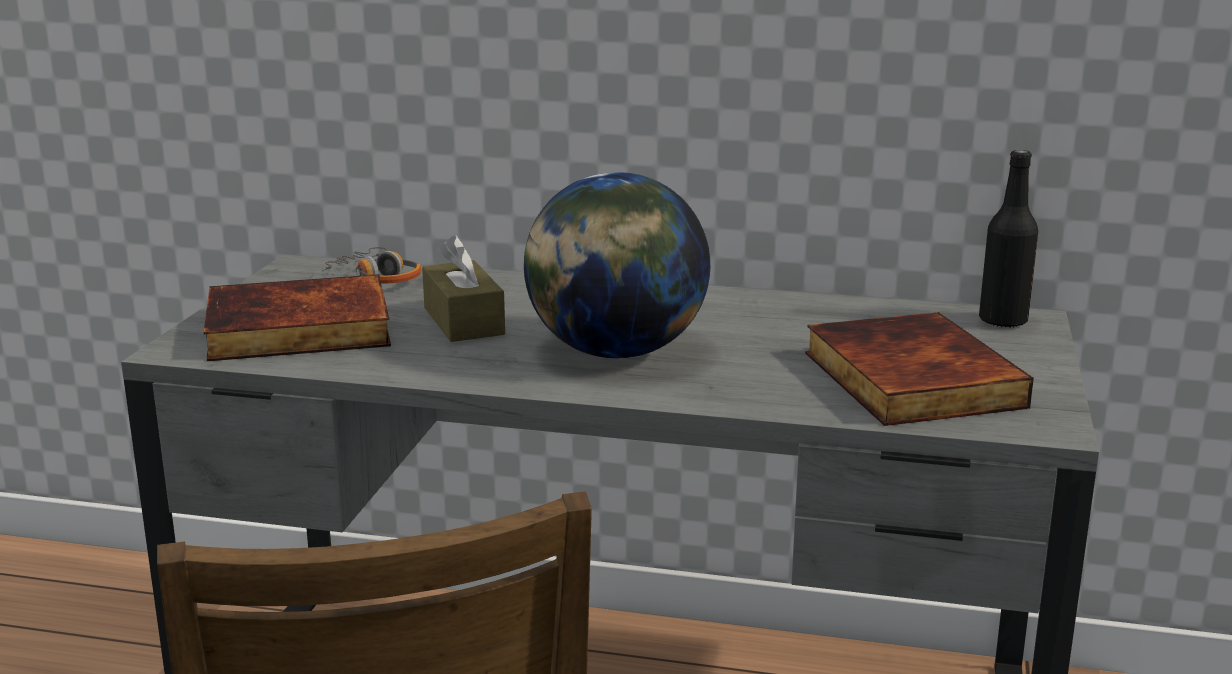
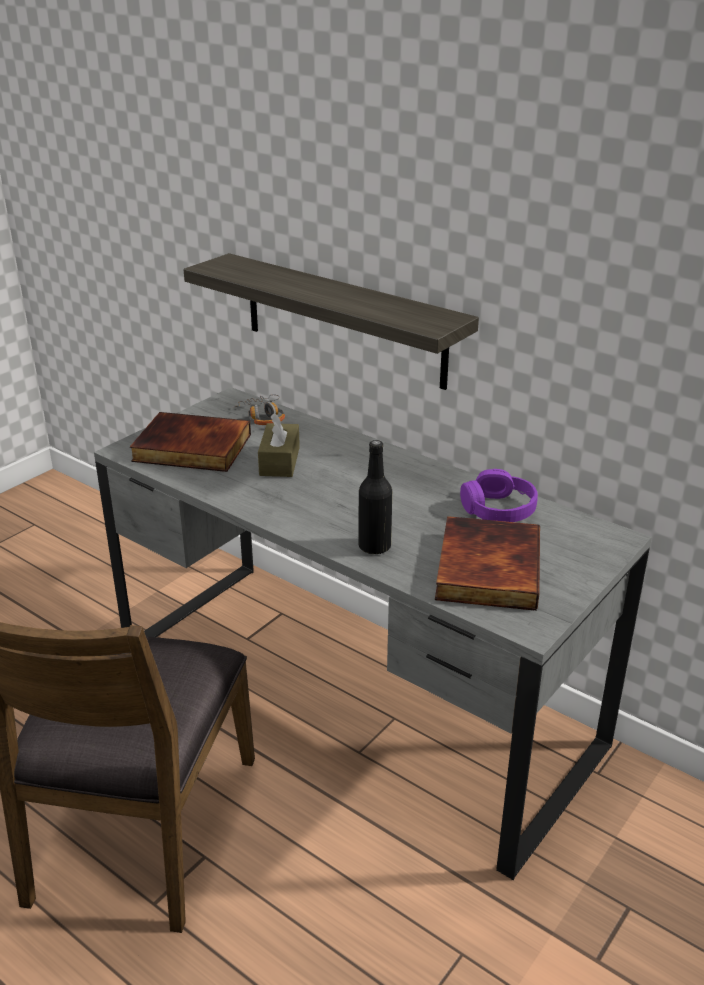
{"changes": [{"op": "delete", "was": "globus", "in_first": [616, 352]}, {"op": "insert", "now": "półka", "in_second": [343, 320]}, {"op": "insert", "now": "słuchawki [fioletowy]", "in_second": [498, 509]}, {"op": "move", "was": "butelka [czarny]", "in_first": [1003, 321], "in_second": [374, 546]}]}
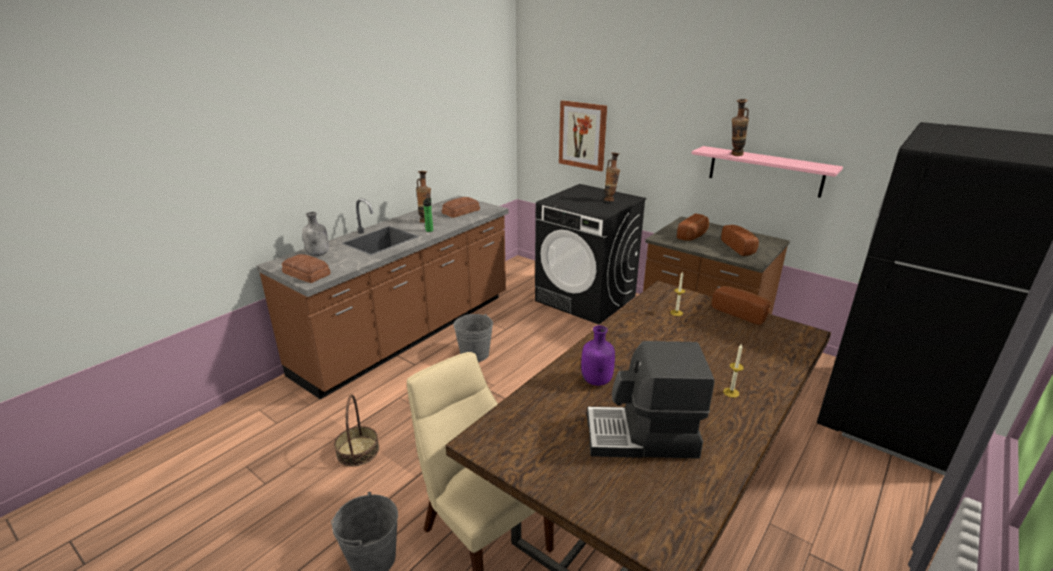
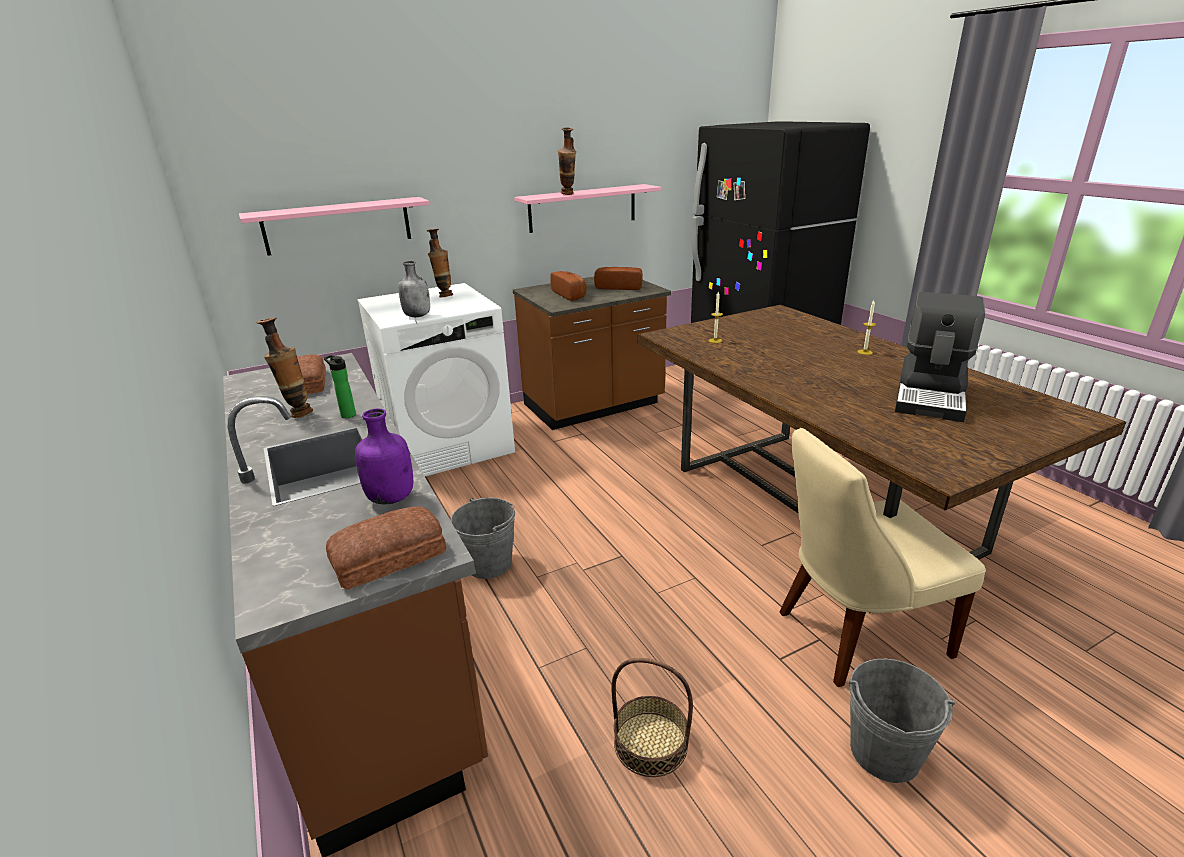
{"changes": [{"op": "delete", "was": "chleb", "in_first": [740, 313]}, {"op": "move", "was": "butelka [szary]", "in_first": [319, 254], "in_second": [417, 316]}, {"op": "move", "was": "butelka [fioletowy]", "in_first": [597, 381], "in_second": [392, 497]}, {"op": "replace", "was": "obraz", "now": "półka [różowy]", "in_first": [582, 135], "in_second": [338, 225]}, {"op": "recolor", "was": "pralka [czarny]", "now": "pralka [biały]", "in_first": [586, 299], "in_second": [449, 444]}]}
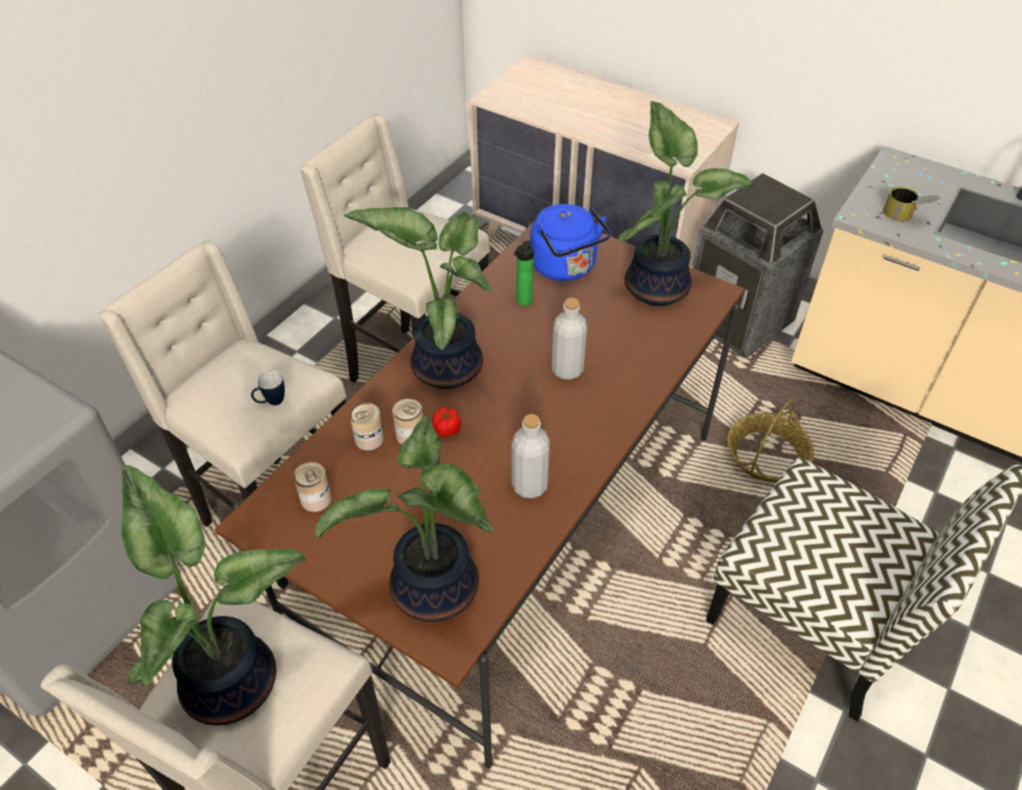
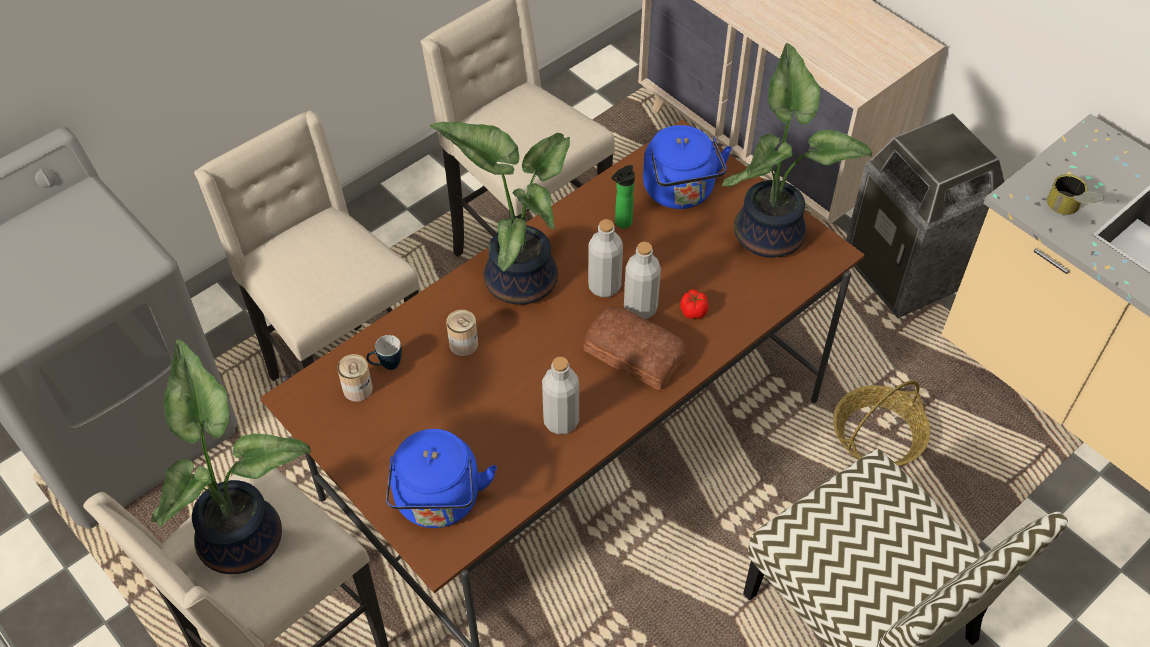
{"changes": [{"op": "delete", "was": "puszka", "in_first": [369, 439]}, {"op": "insert", "now": "chleb", "in_second": [634, 352]}, {"op": "insert", "now": "butelka [szary]", "in_second": [604, 286]}, {"op": "move", "was": "kubek", "in_first": [271, 402], "in_second": [386, 365]}, {"op": "move", "was": "pomidor", "in_first": [446, 429], "in_second": [693, 311]}, {"op": "replace", "was": "roślina doniczkowa", "now": "czajnik [niebieski]", "in_first": [433, 592], "in_second": [438, 502]}]}
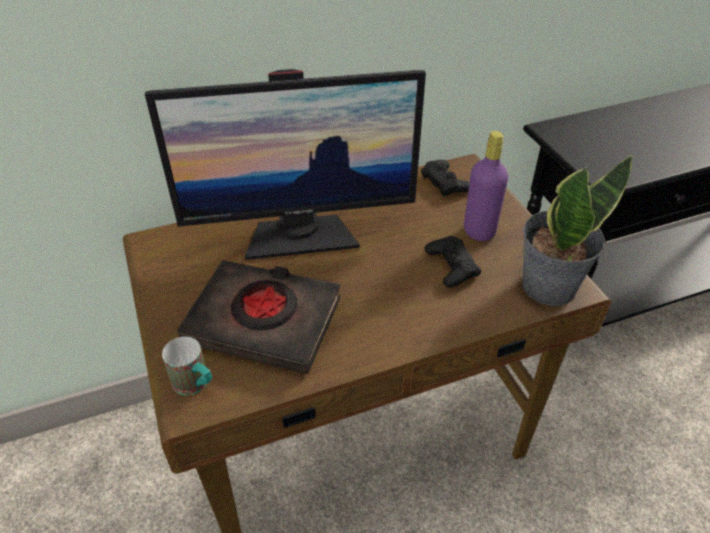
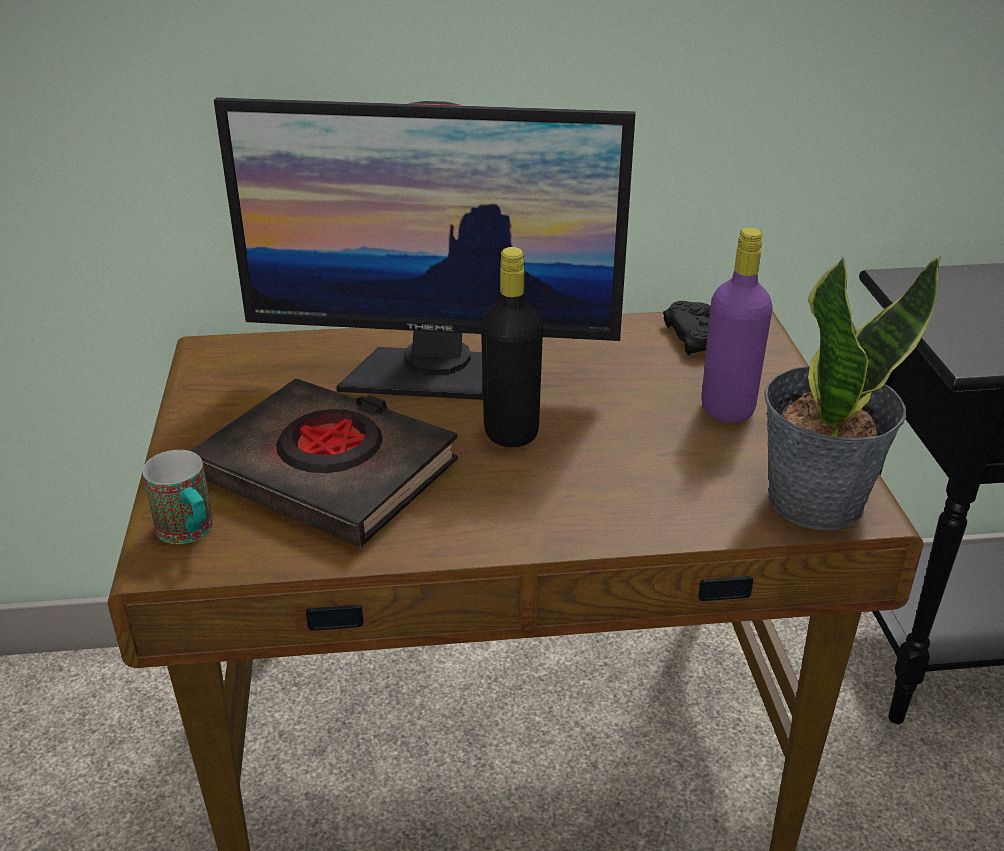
{"changes": [{"op": "delete", "was": "pad do gier [czarny]", "in_first": [451, 266]}, {"op": "insert", "now": "butelka [czarny]", "in_second": [511, 433]}]}
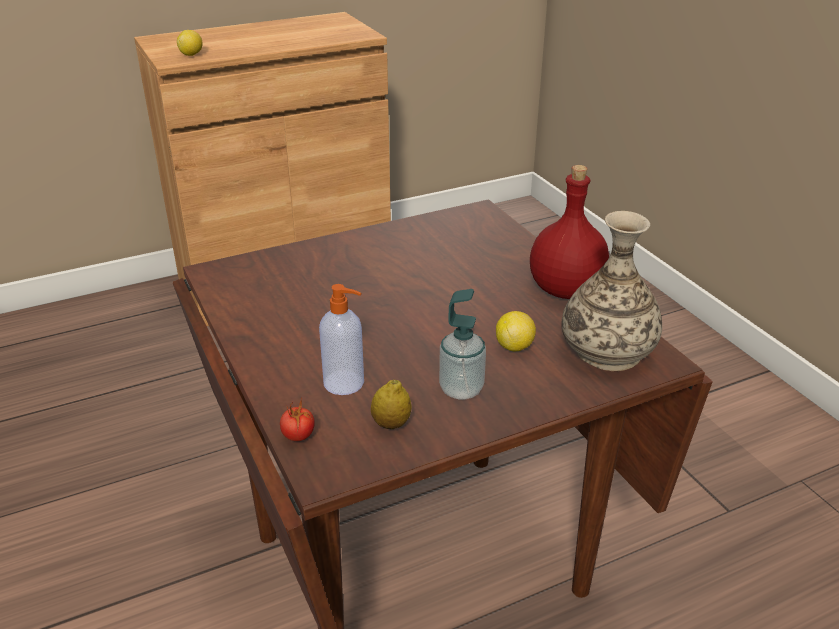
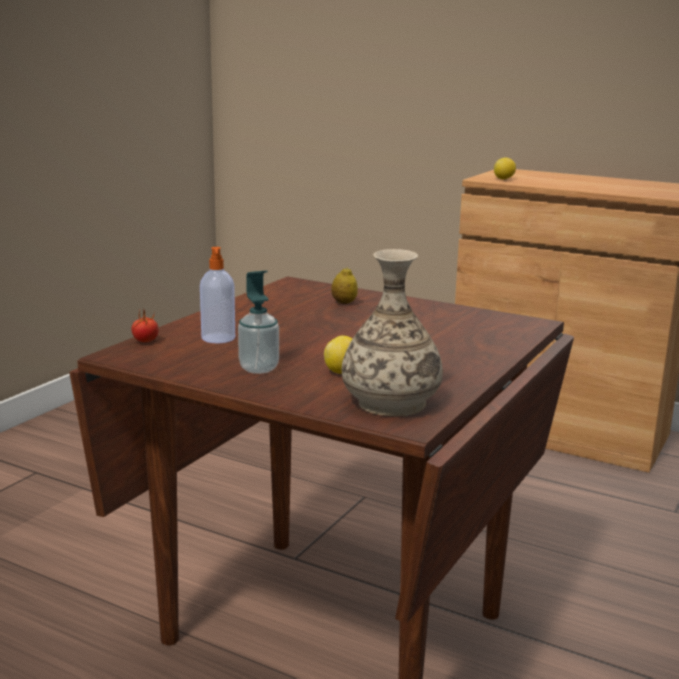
{"changes": [{"op": "delete", "was": "butelka [czerwony]", "in_first": [566, 289]}, {"op": "move", "was": "cytryna", "in_first": [391, 424], "in_second": [344, 303]}]}
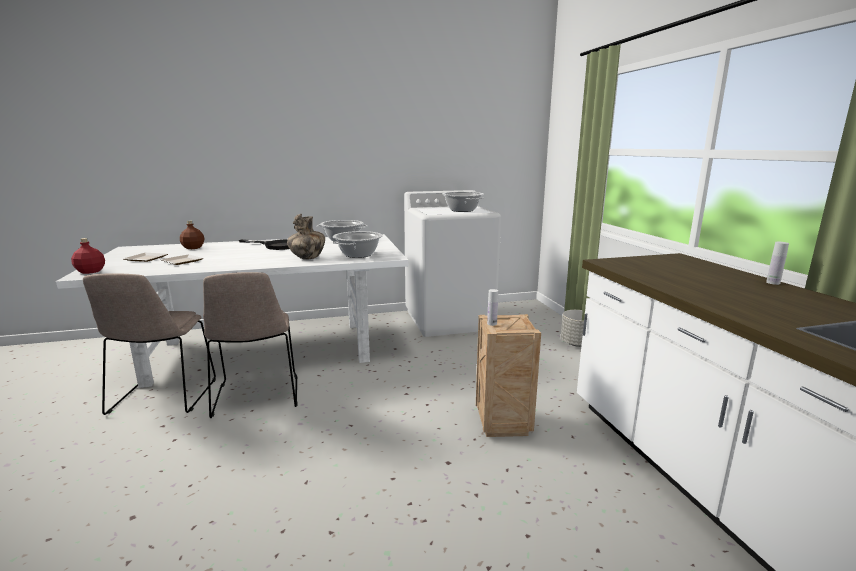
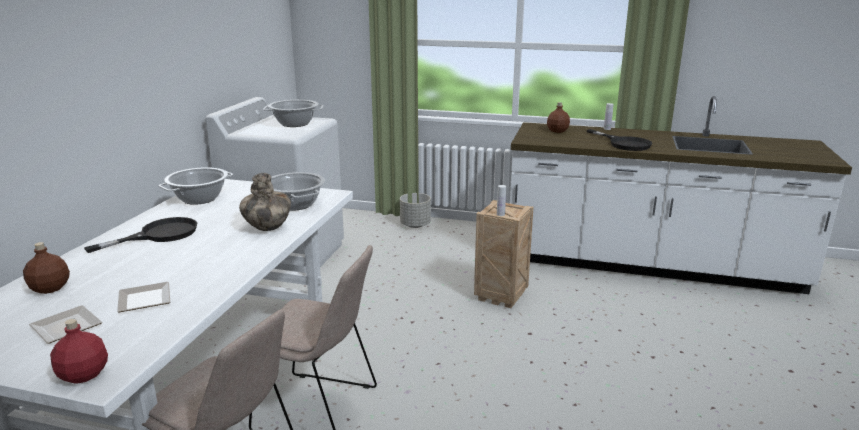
{"changes": [{"op": "insert", "now": "butelka [brązowy]", "in_second": [557, 131]}, {"op": "insert", "now": "patelnia [czarny]", "in_second": [624, 143]}]}
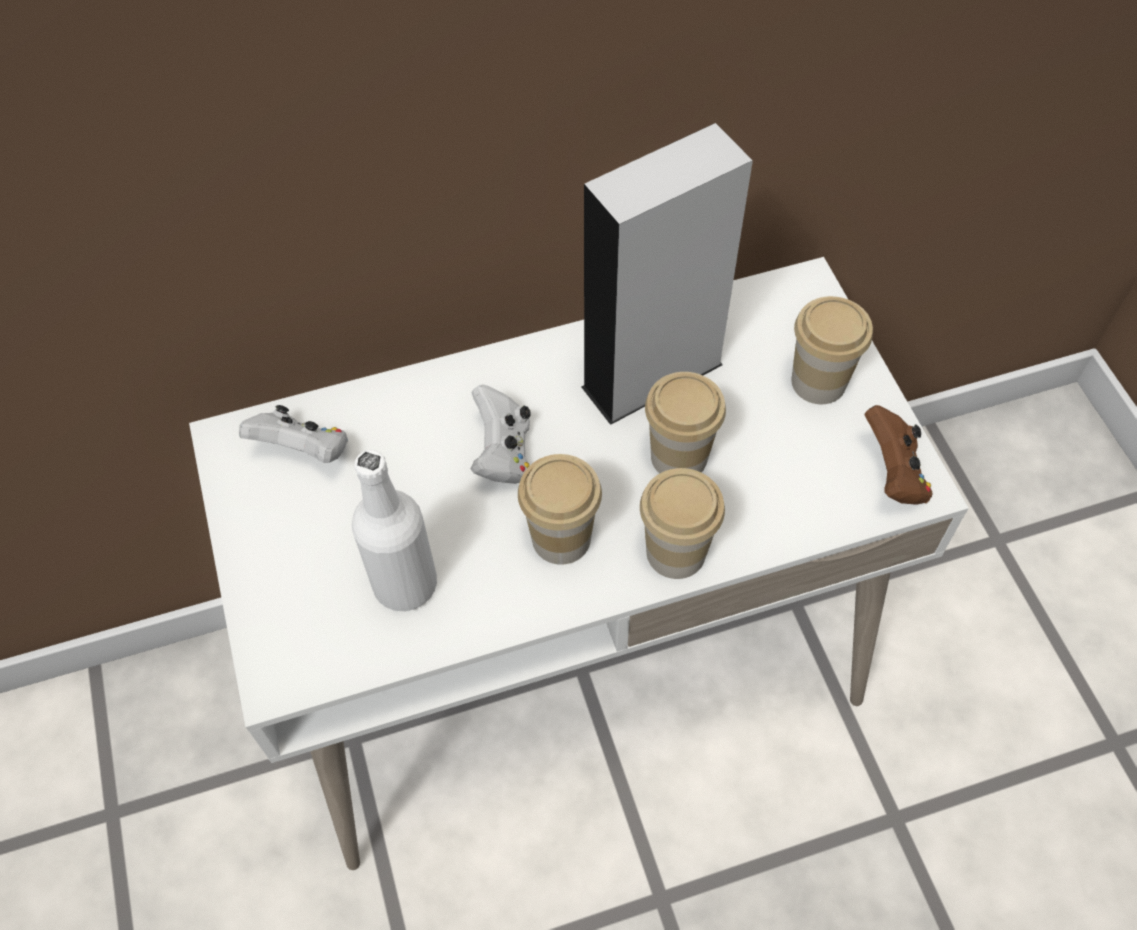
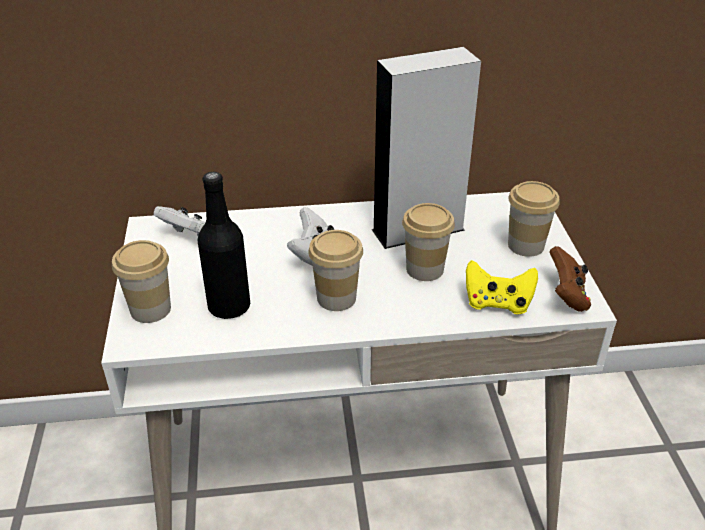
{"changes": [{"op": "insert", "now": "pad do gier [żółty]", "in_second": [497, 303]}, {"op": "move", "was": "filiżanka", "in_first": [676, 552], "in_second": [150, 309]}, {"op": "recolor", "was": "butelka [biały]", "now": "butelka [czarny]", "in_first": [405, 584], "in_second": [229, 306]}]}
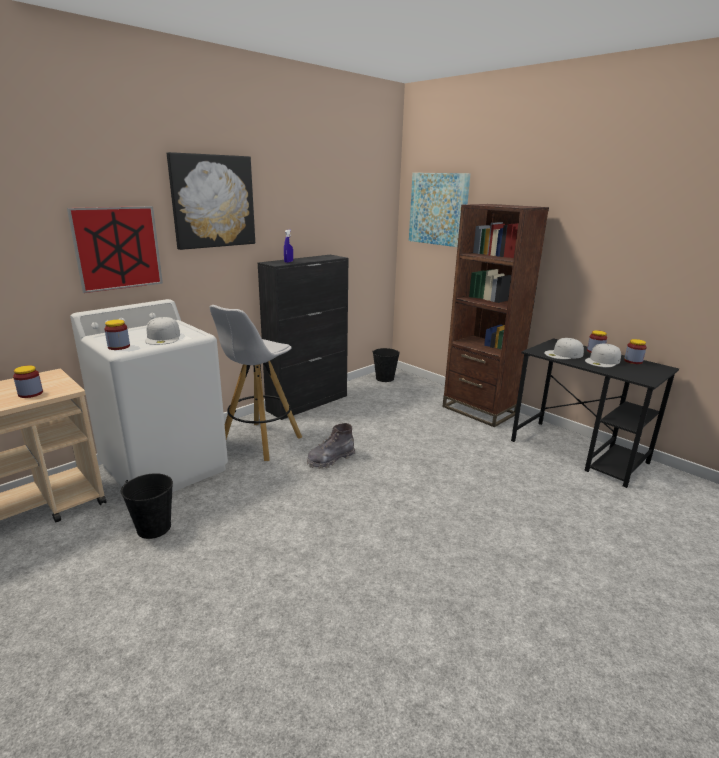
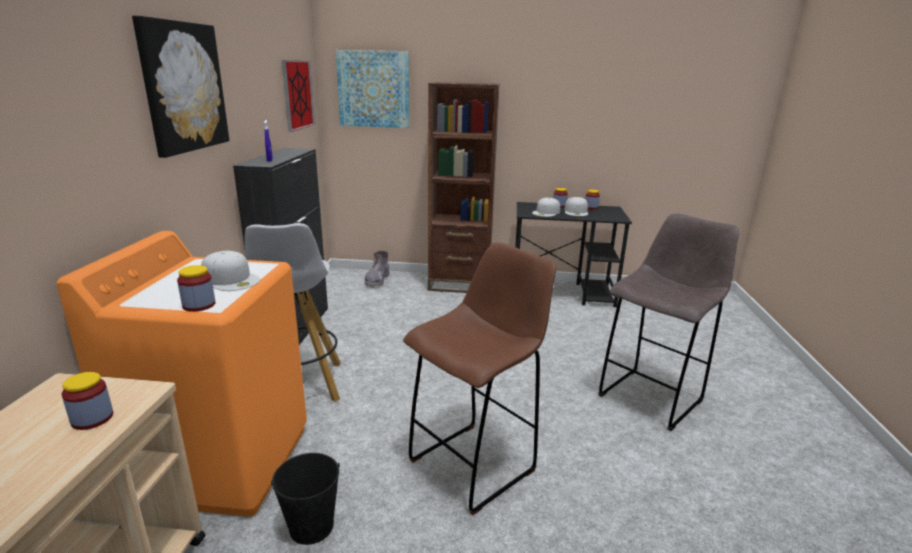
{"changes": [{"op": "delete", "was": "wiadro [czarny]", "in_first": [384, 378]}, {"op": "insert", "now": "stołek [brązowy]", "in_second": [475, 464]}, {"op": "insert", "now": "stołek [szary]", "in_second": [652, 397]}, {"op": "move", "was": "obraz", "in_first": [117, 248], "in_second": [298, 94]}, {"op": "move", "was": "but z cholewką [szary]", "in_first": [330, 459], "in_second": [377, 281]}, {"op": "recolor", "was": "pralka [biały]", "now": "pralka [pomarańczowy]", "in_first": [165, 467], "in_second": [222, 461]}]}
